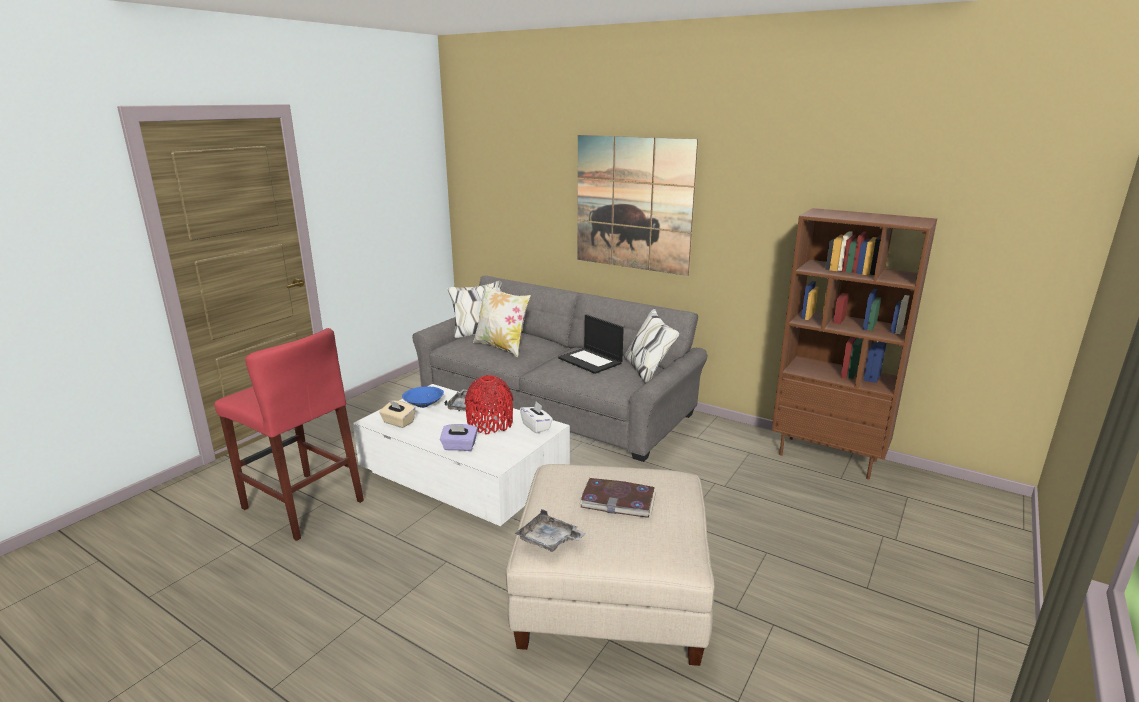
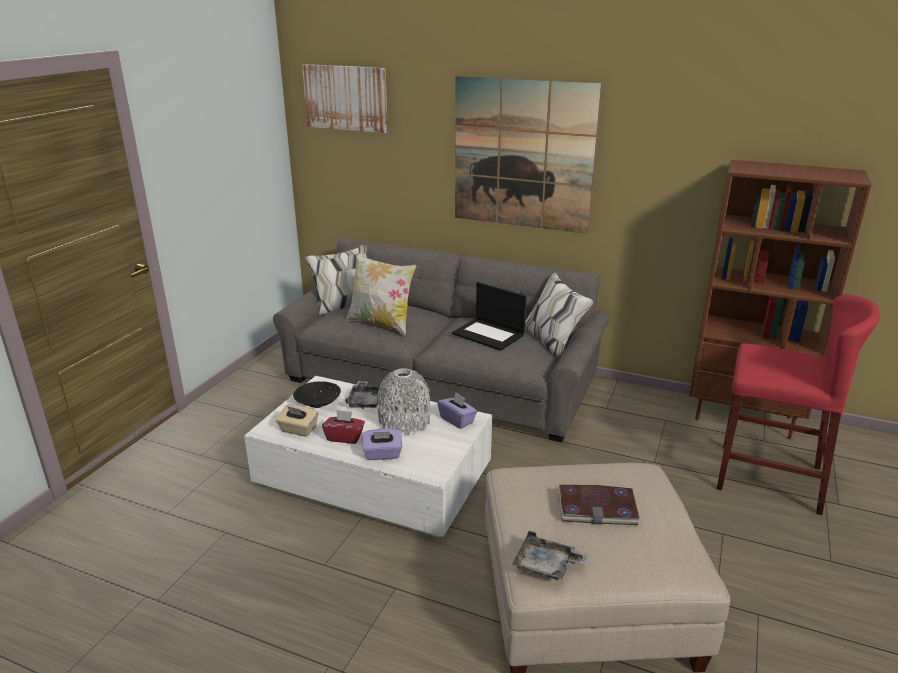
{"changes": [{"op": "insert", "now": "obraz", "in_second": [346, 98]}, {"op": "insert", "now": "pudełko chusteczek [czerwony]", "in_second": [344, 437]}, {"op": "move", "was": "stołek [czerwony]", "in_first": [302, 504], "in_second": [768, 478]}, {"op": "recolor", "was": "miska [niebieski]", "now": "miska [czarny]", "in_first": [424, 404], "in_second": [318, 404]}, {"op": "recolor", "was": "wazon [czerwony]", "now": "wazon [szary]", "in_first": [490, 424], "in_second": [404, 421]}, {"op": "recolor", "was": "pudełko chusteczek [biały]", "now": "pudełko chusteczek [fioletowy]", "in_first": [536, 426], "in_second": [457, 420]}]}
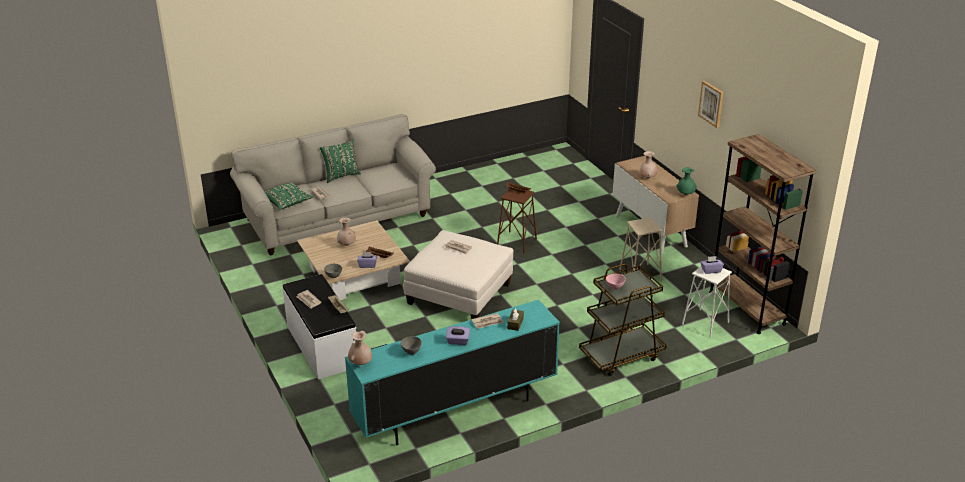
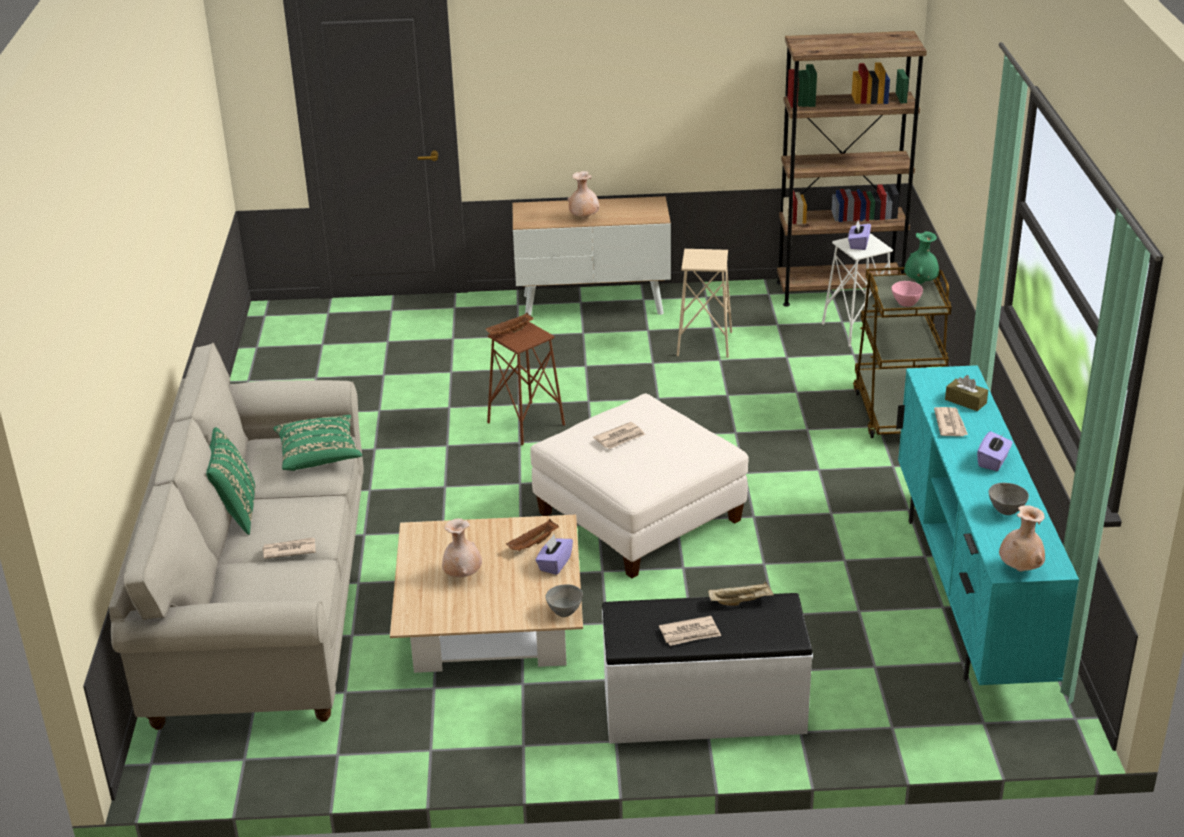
{"changes": [{"op": "delete", "was": "obraz", "in_first": [711, 104]}, {"op": "move", "was": "poduszka [zielony]", "in_first": [287, 203], "in_second": [319, 455]}, {"op": "move", "was": "wazon [zielony]", "in_first": [685, 194], "in_second": [920, 282]}]}
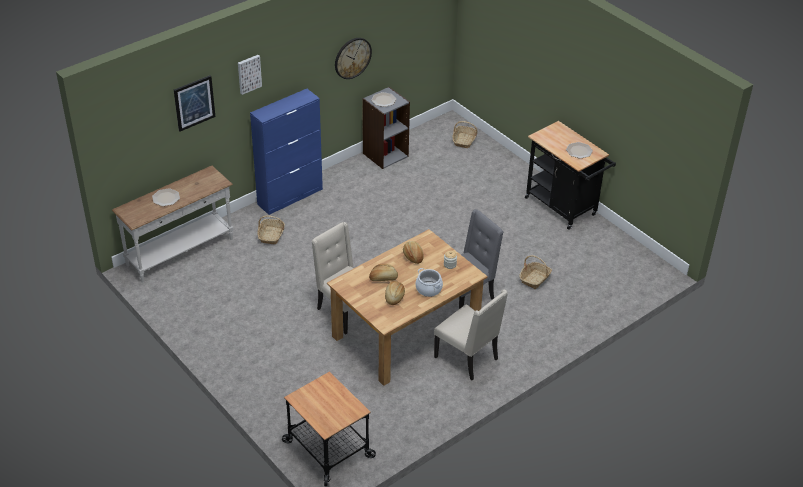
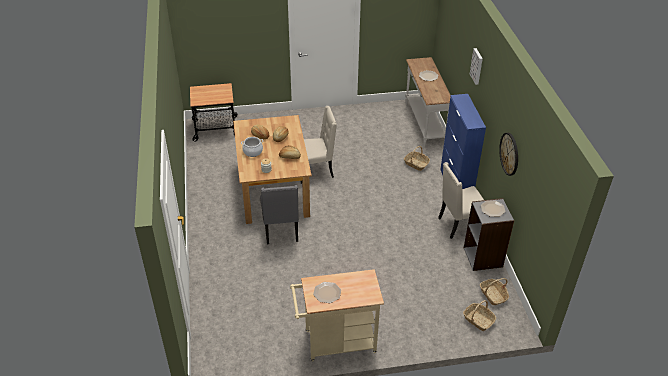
{"changes": [{"op": "delete", "was": "obraz", "in_first": [194, 102]}, {"op": "move", "was": "krzesło [beżowy]", "in_first": [468, 358], "in_second": [459, 225]}, {"op": "move", "was": "koszyk", "in_first": [535, 279], "in_second": [493, 295]}, {"op": "recolor", "was": "wózek [czarny]", "now": "wózek [beżowy]", "in_first": [564, 208], "in_second": [335, 343]}]}
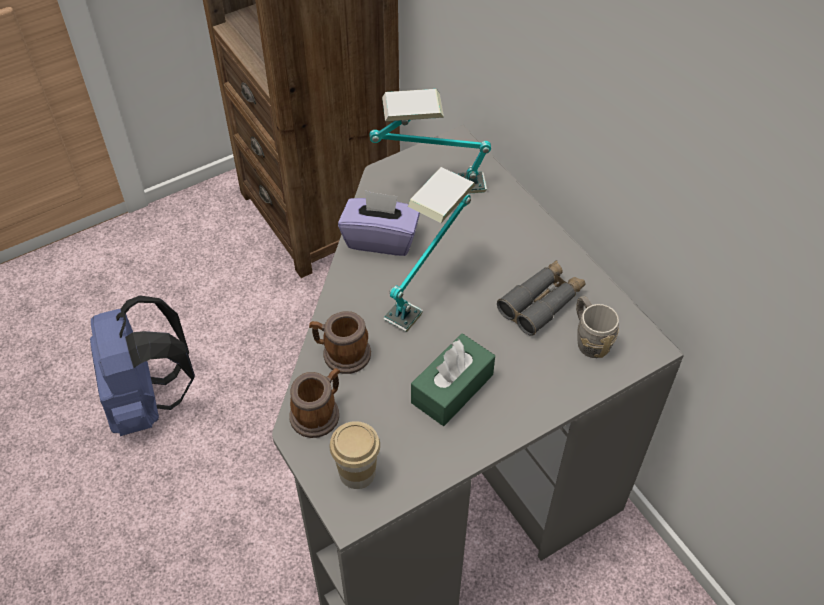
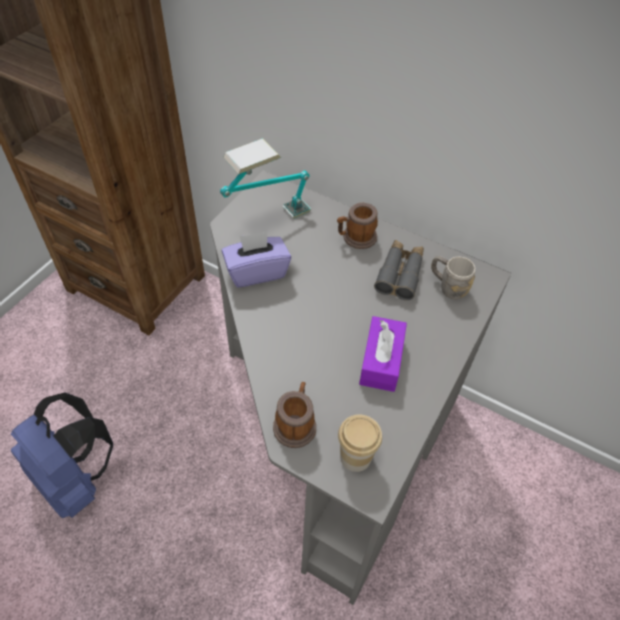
{"changes": [{"op": "delete", "was": "lampa stołowa", "in_first": [428, 287]}, {"op": "move", "was": "kubek", "in_first": [341, 354], "in_second": [356, 238]}, {"op": "recolor", "was": "pudełko chusteczek [zielony]", "now": "pudełko chusteczek [fioletowy]", "in_first": [452, 388], "in_second": [381, 361]}]}
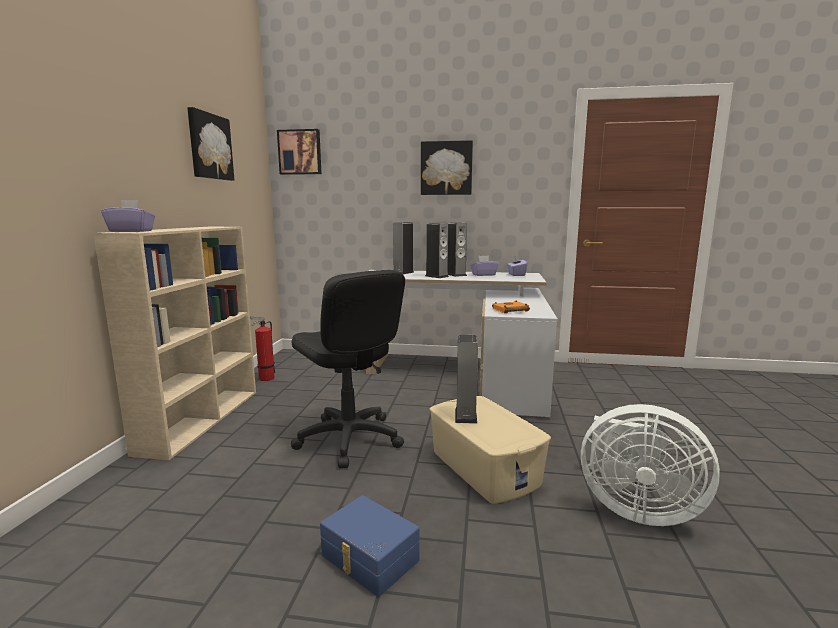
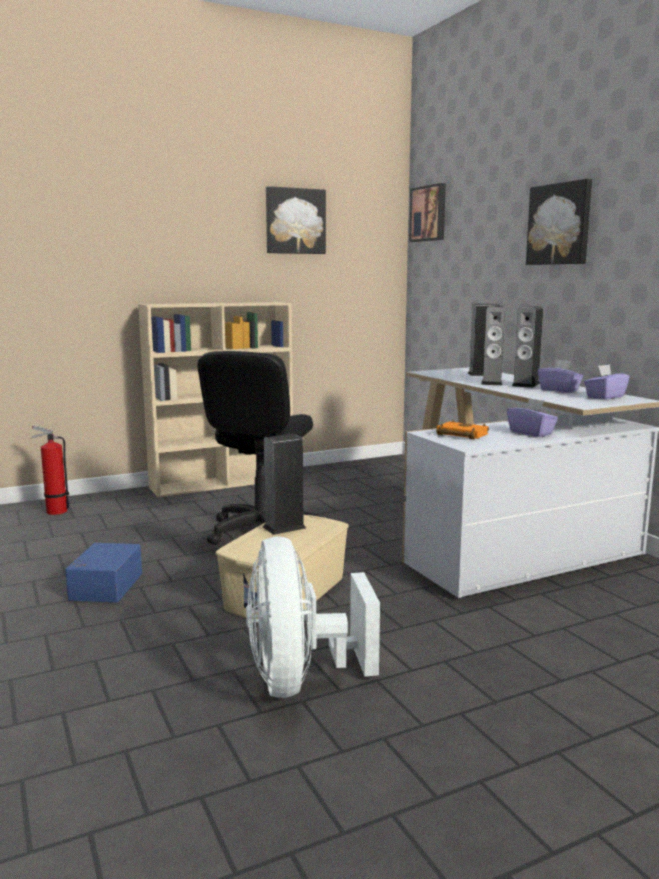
{"changes": [{"op": "move", "was": "pudełko chusteczek [fioletowy]", "in_first": [131, 231], "in_second": [531, 433]}, {"op": "move", "was": "gaśnica", "in_first": [265, 379], "in_second": [54, 511]}]}
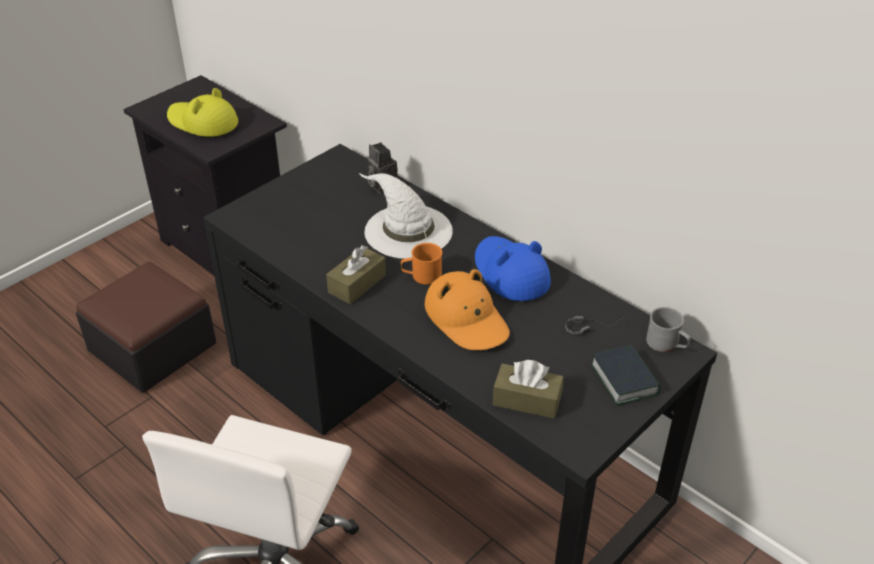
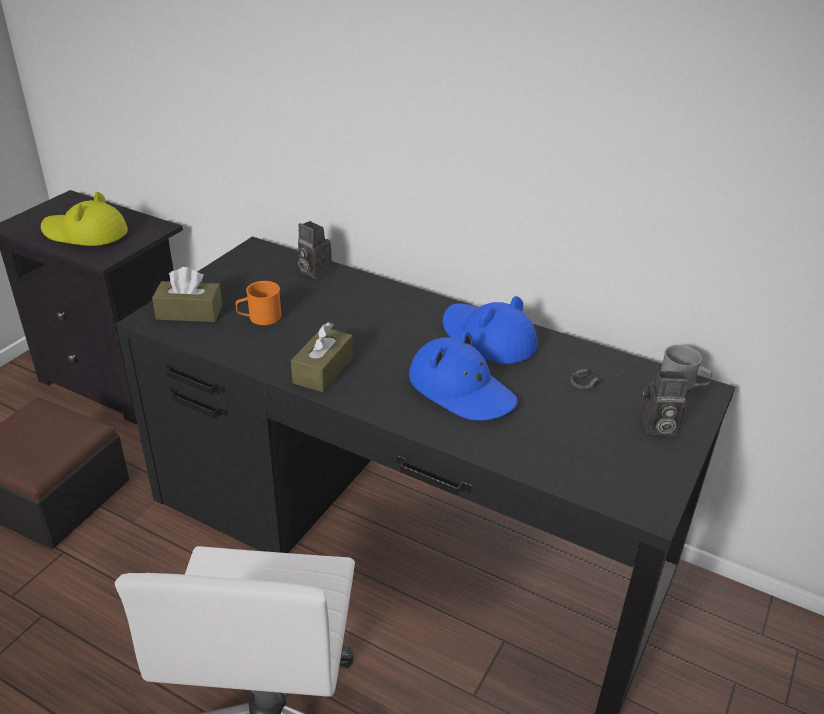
{"changes": [{"op": "delete", "was": "kapelusz [biały]", "in_first": [407, 230]}, {"op": "move", "was": "kubek [pomarańczowy]", "in_first": [421, 276], "in_second": [259, 318]}, {"op": "move", "was": "pudełko chusteczek [brązowy]", "in_first": [527, 400], "in_second": [189, 312]}, {"op": "replace", "was": "książka", "now": "aparat fotograficzny", "in_first": [624, 379], "in_second": [657, 427]}, {"op": "recolor", "was": "kapelusz [pomarańczowy]", "now": "kapelusz [niebieski]", "in_first": [467, 319], "in_second": [461, 389]}]}
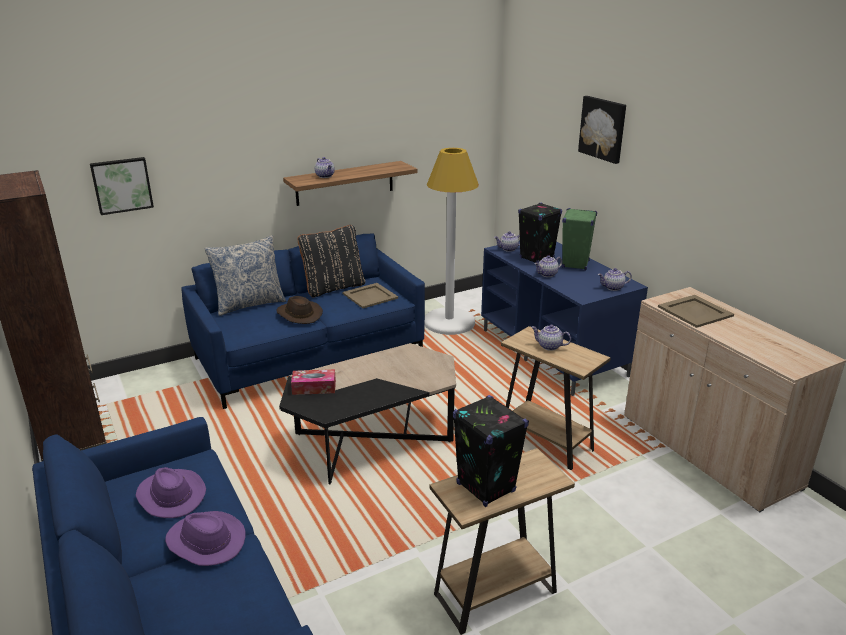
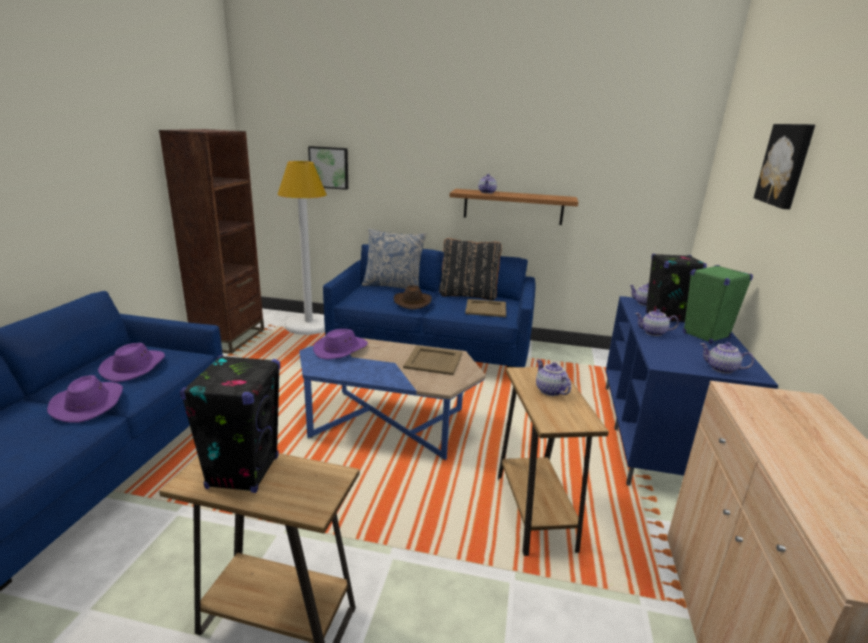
{"changes": [{"op": "move", "was": "lampa stojąca [biały]", "in_first": [449, 322], "in_second": [309, 325]}, {"op": "move", "was": "taca [beżowy]", "in_first": [695, 311], "in_second": [434, 360]}, {"op": "replace", "was": "pudełko chusteczek", "now": "kapelusz [fioletowy]", "in_first": [314, 388], "in_second": [341, 349]}, {"op": "recolor", "was": "ława [czarny]", "now": "ława [niebieski]", "in_first": [373, 438], "in_second": [389, 423]}]}
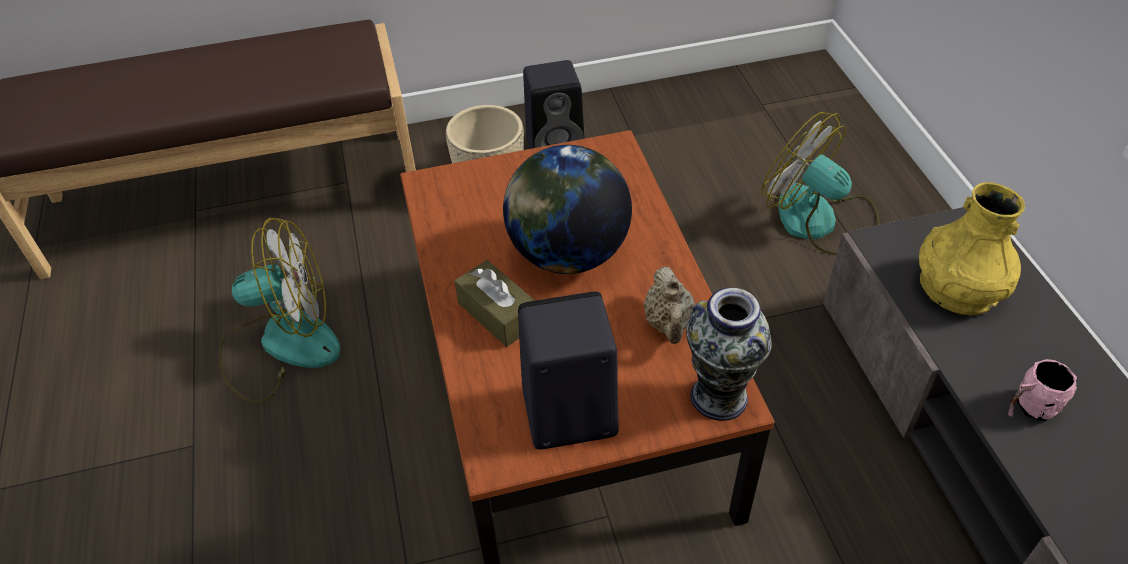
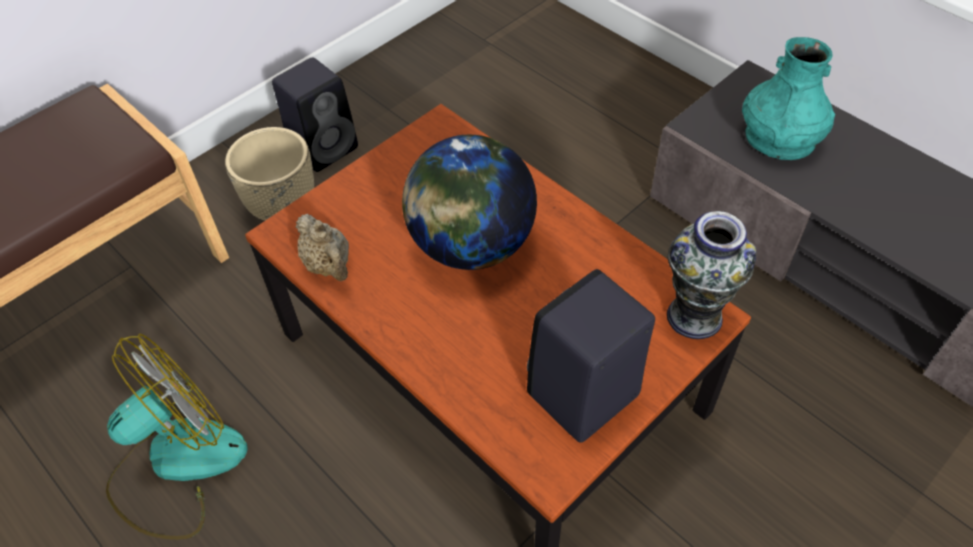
{"changes": [{"op": "delete", "was": "pudełko chusteczek [brązowy]", "in_first": [498, 314]}, {"op": "delete", "was": "wentylator", "in_first": [820, 222]}, {"op": "delete", "was": "kubek [różowy]", "in_first": [1029, 407]}, {"op": "move", "was": "imbryk [beżowy]", "in_first": [668, 324], "in_second": [329, 265]}, {"op": "recolor", "was": "wazon [żółty]", "now": "wazon [turkusowy]", "in_first": [958, 288], "in_second": [779, 138]}]}
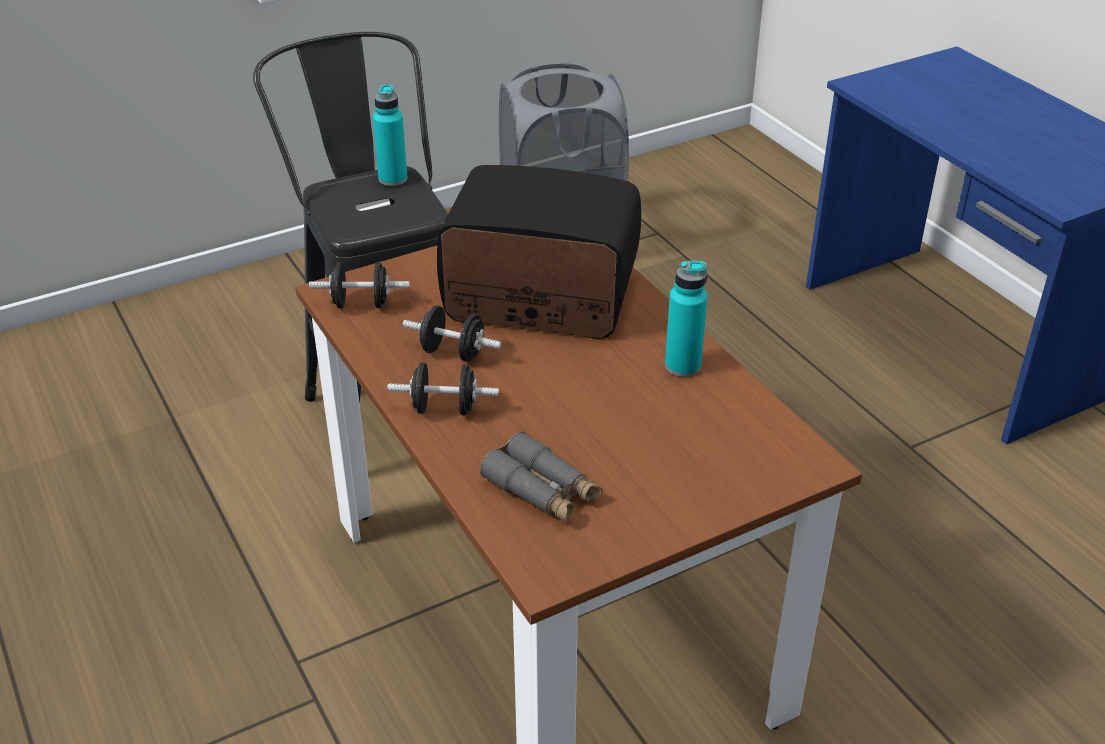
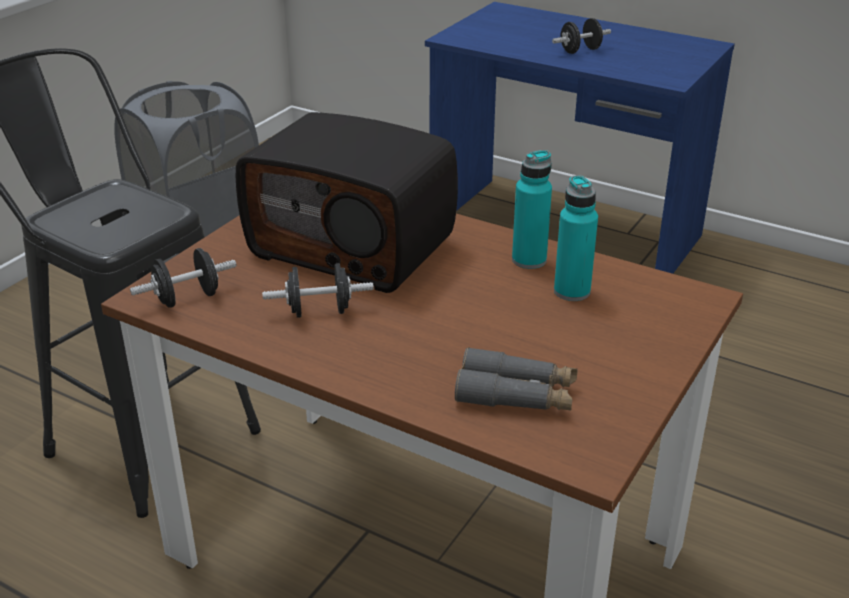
{"changes": [{"op": "move", "was": "butelka [turkusowy]", "in_first": [393, 179], "in_second": [572, 291]}, {"op": "move", "was": "hantel [czarny]", "in_first": [444, 408], "in_second": [580, 51]}, {"op": "rotate", "was": "radio", "in_first": [539, 298], "in_second": [354, 246], "clockwise": -135}]}
